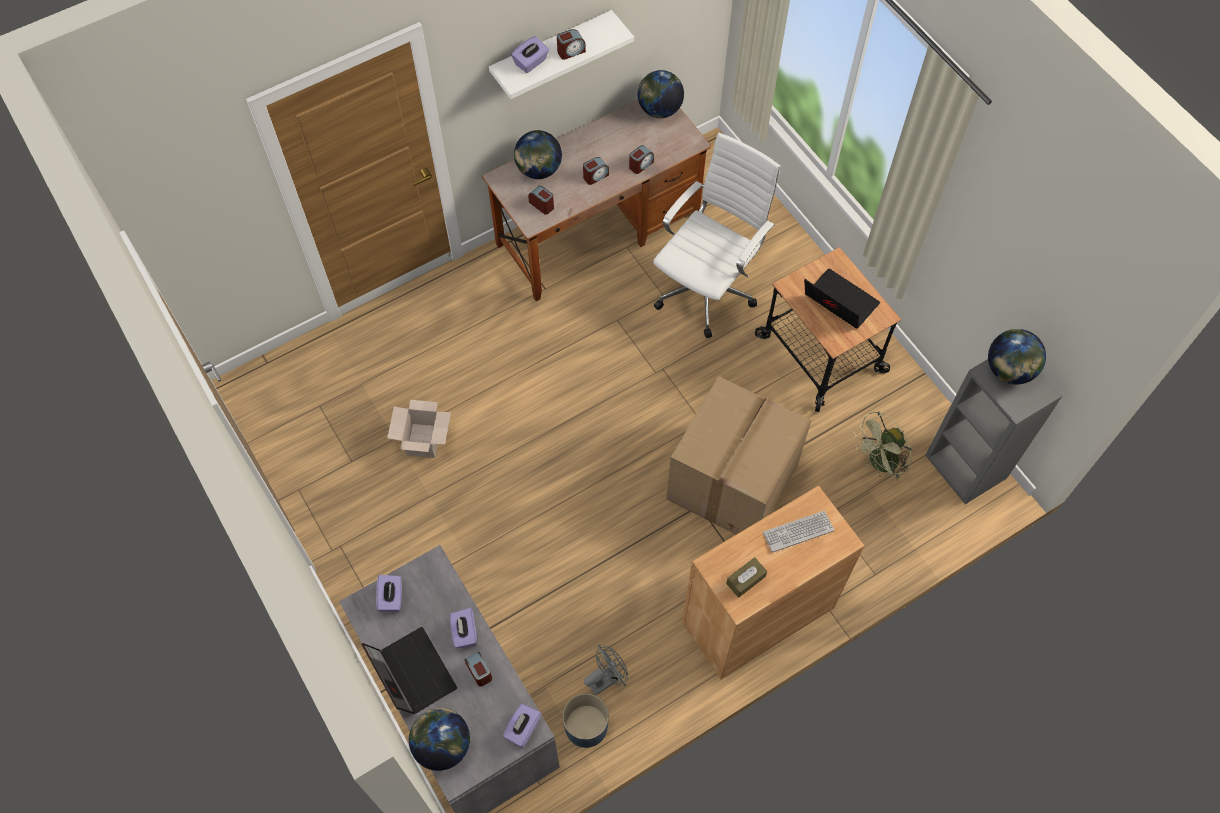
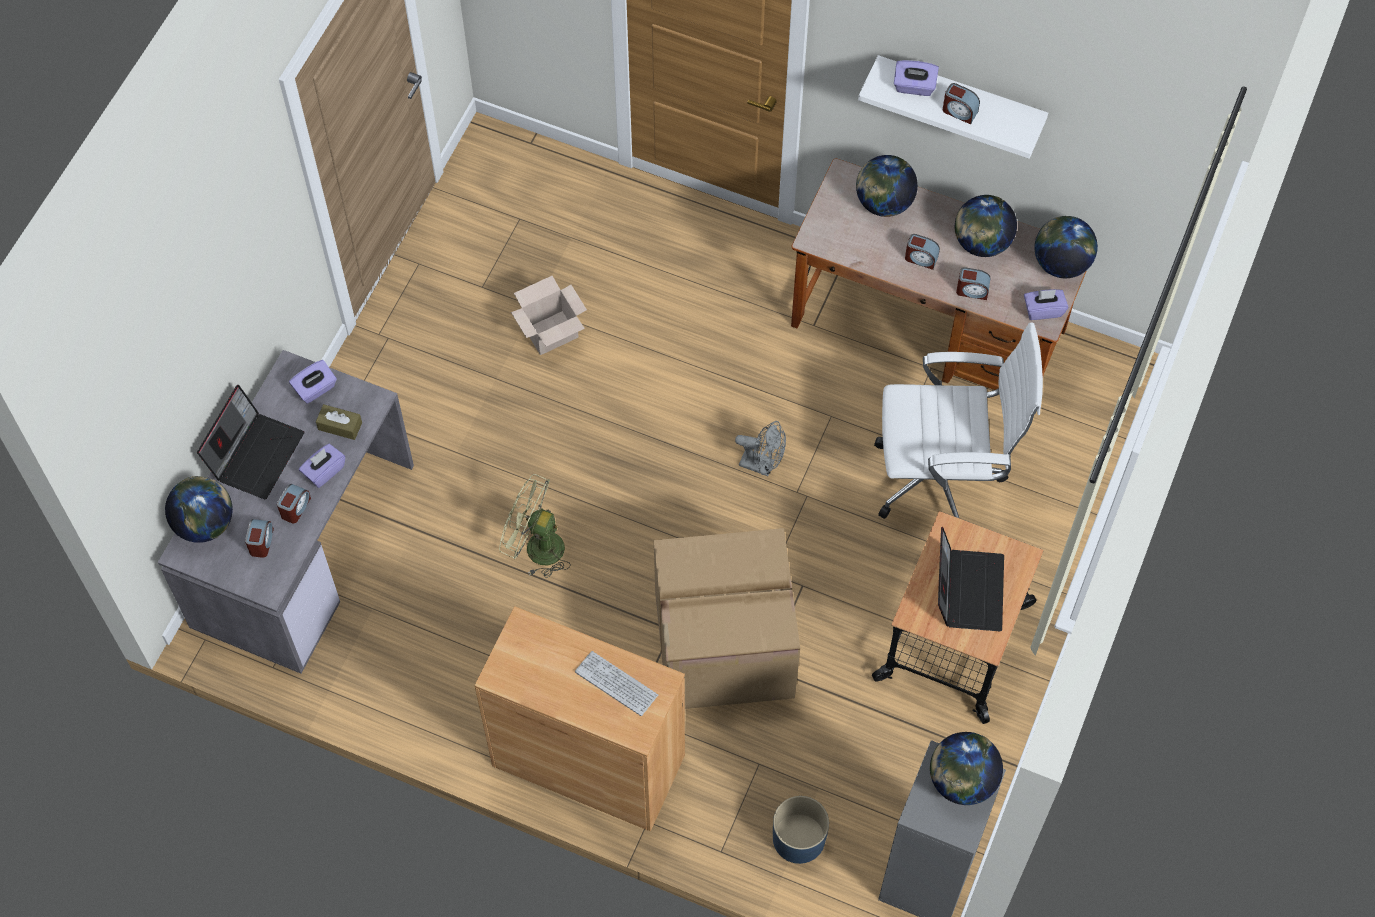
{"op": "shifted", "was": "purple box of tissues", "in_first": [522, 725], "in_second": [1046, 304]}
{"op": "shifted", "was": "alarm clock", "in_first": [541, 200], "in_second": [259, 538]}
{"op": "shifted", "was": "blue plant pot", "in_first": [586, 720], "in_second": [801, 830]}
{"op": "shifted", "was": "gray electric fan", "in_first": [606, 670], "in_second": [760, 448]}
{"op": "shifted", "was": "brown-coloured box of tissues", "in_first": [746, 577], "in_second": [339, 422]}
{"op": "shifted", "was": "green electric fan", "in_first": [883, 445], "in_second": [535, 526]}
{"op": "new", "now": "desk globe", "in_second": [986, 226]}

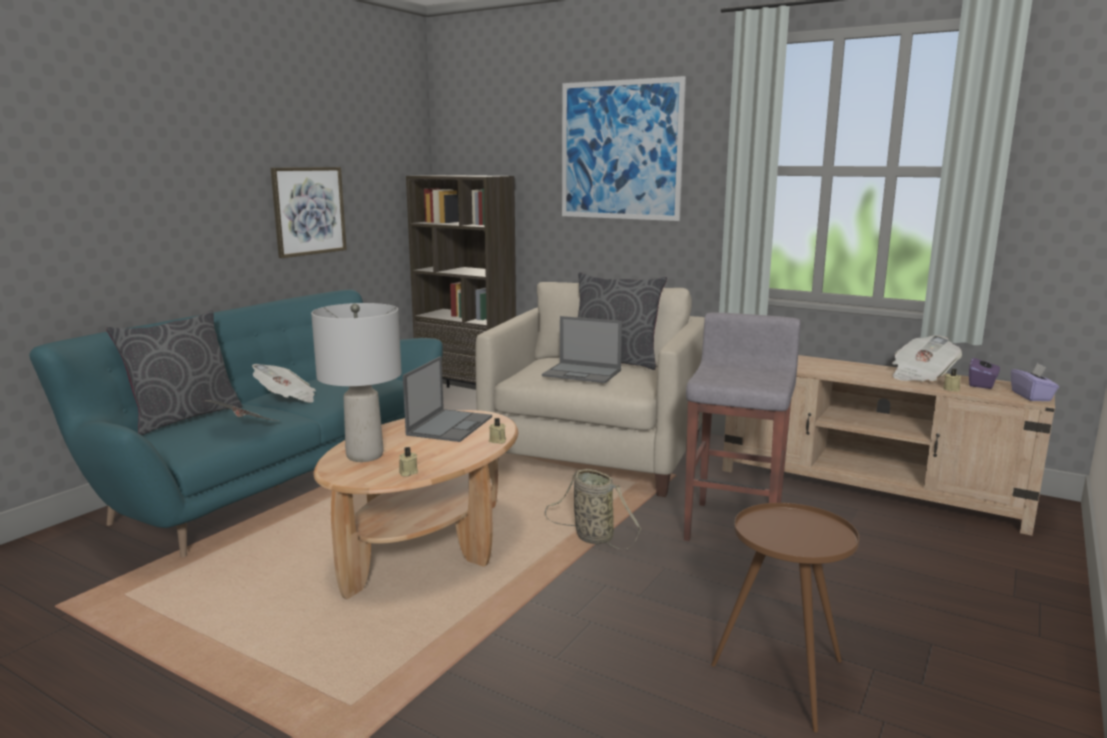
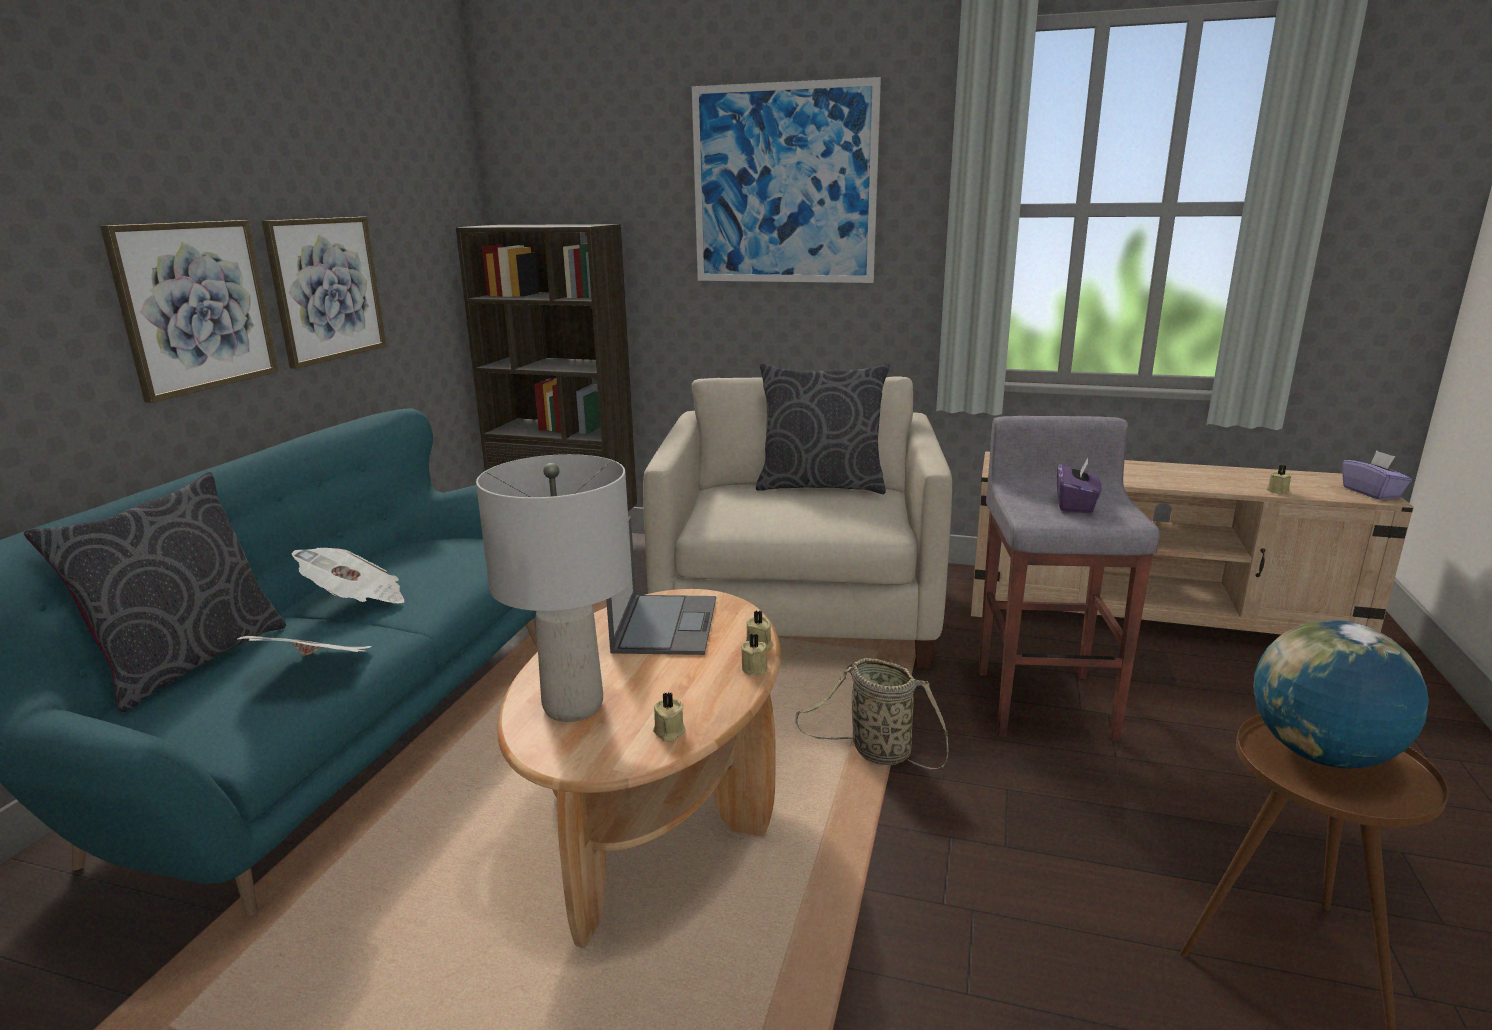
{"op": "gone", "was": "notebook computer", "in_first": [582, 349]}
{"op": "gone", "was": "daily paper", "in_first": [927, 358]}
{"op": "shifted", "was": "purple box of tissues", "in_first": [984, 371], "in_second": [1079, 485]}
{"op": "new", "now": "wall picture", "in_second": [189, 311]}
{"op": "new", "now": "beige-coloured wax light", "in_second": [753, 654]}
{"op": "new", "now": "desk globe", "in_second": [1341, 694]}

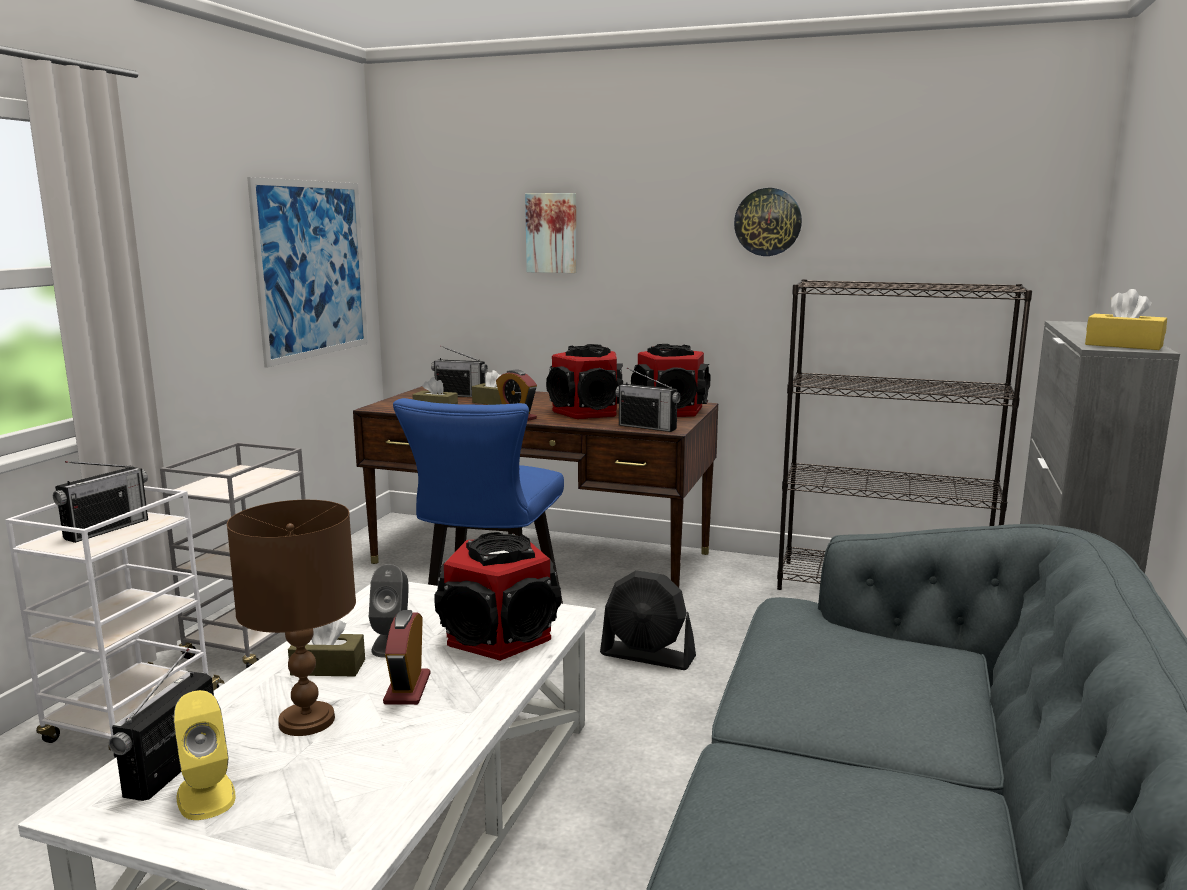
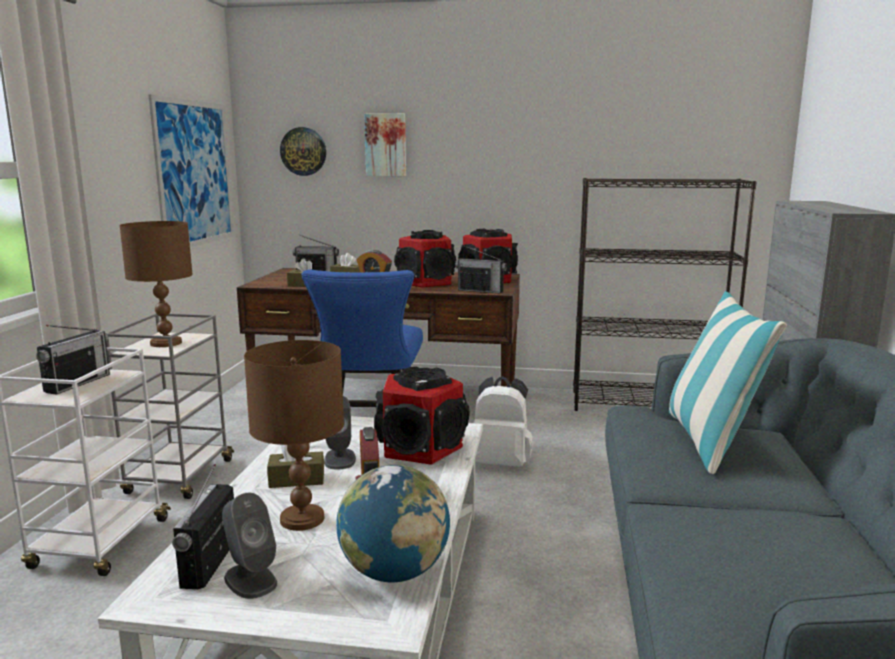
{"op": "repainted", "was": "yellow audio speaker", "now": "gray audio speaker", "in_first": [205, 755], "in_second": [249, 546]}
{"op": "swapped", "was": "black electric fan", "now": "whitish knapsack", "in_first": [648, 620], "in_second": [503, 421]}
{"op": "shifted", "was": "wall clock", "in_first": [768, 222], "in_second": [303, 151]}
{"op": "gone", "was": "yellow box of tissues", "in_first": [1126, 319]}
{"op": "new", "now": "brown-coloured table lamp", "in_second": [156, 284]}
{"op": "new", "now": "desk globe", "in_second": [393, 523]}
{"op": "new", "now": "throw pillow", "in_second": [728, 382]}

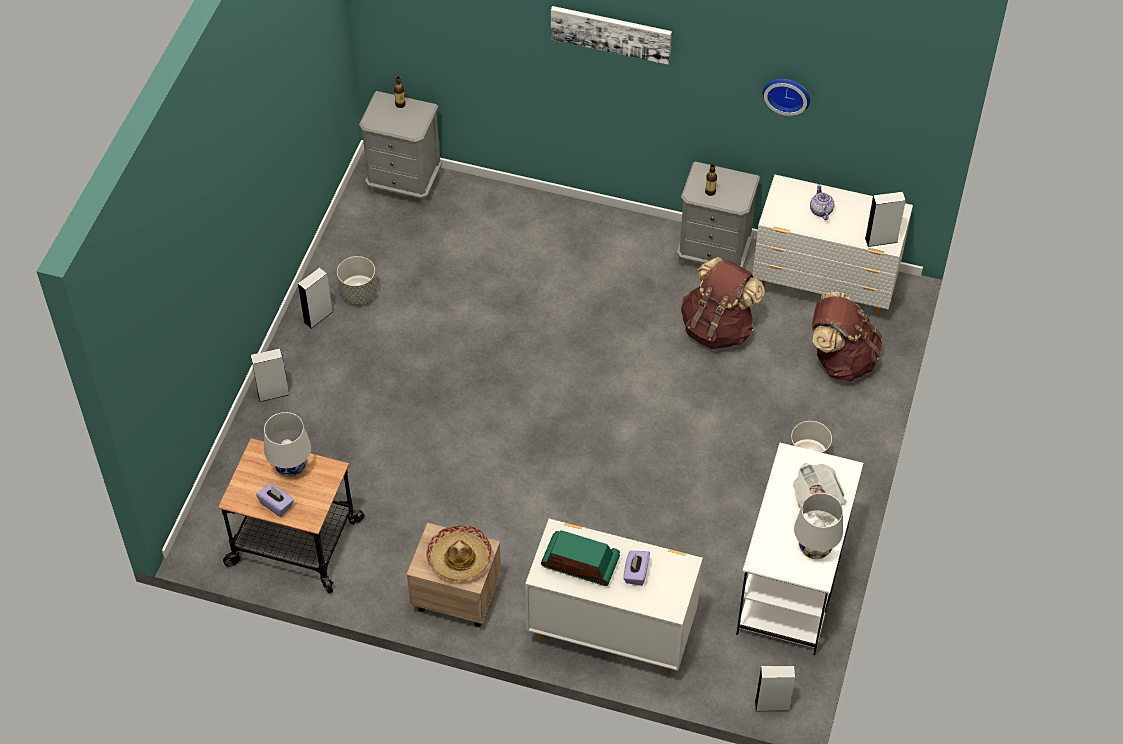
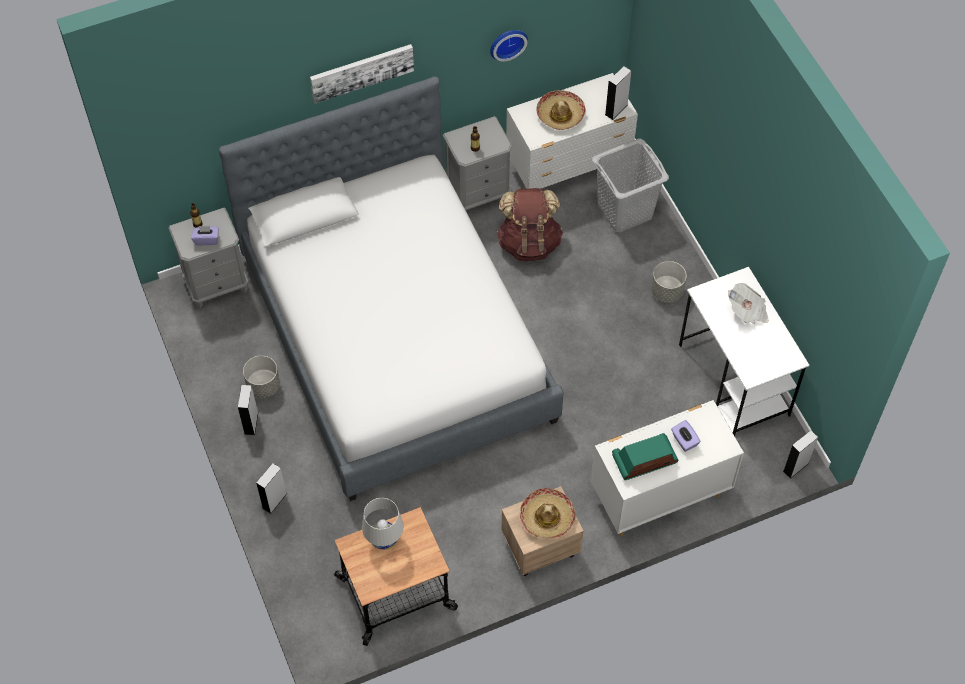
{"op": "shifted", "was": "purple box of tissues", "in_first": [275, 500], "in_second": [205, 235]}
{"op": "gone", "was": "whitish table lamp", "in_first": [818, 526]}
{"op": "swapped", "was": "teapot", "now": "hat", "in_first": [822, 202], "in_second": [561, 110]}
{"op": "swapped", "was": "brown-coloured knapsack", "now": "gray washing basket", "in_first": [847, 336], "in_second": [630, 185]}
{"op": "new", "now": "sleeping bed", "in_second": [391, 288]}

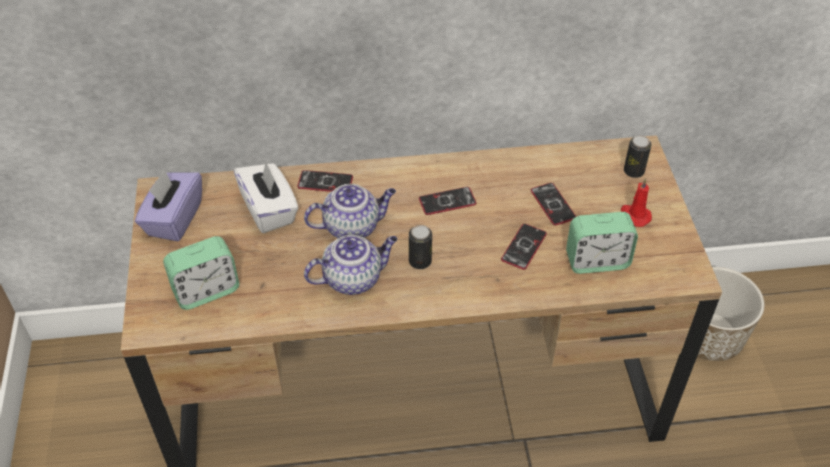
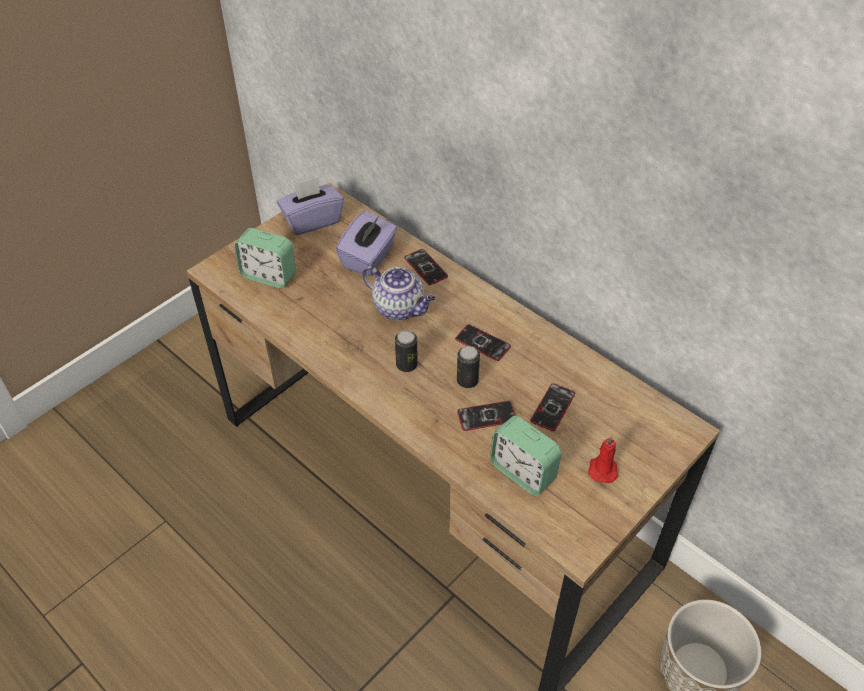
{"op": "repainted", "was": "whitish box of tissues", "now": "purple box of tissues", "in_first": [266, 197], "in_second": [366, 243]}
{"op": "gone", "was": "teapot", "in_first": [350, 264]}
{"op": "shifted", "was": "metal can", "in_first": [638, 156], "in_second": [468, 367]}

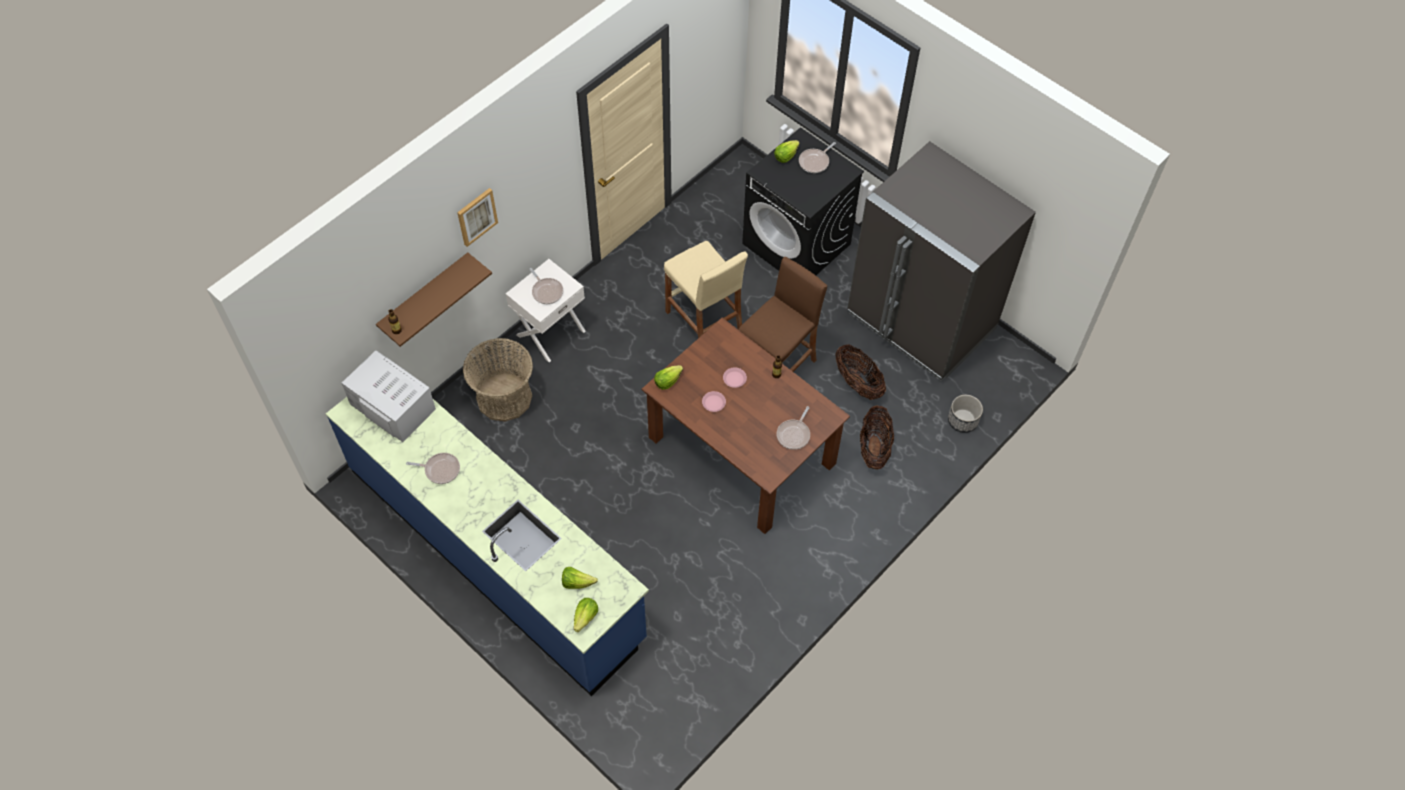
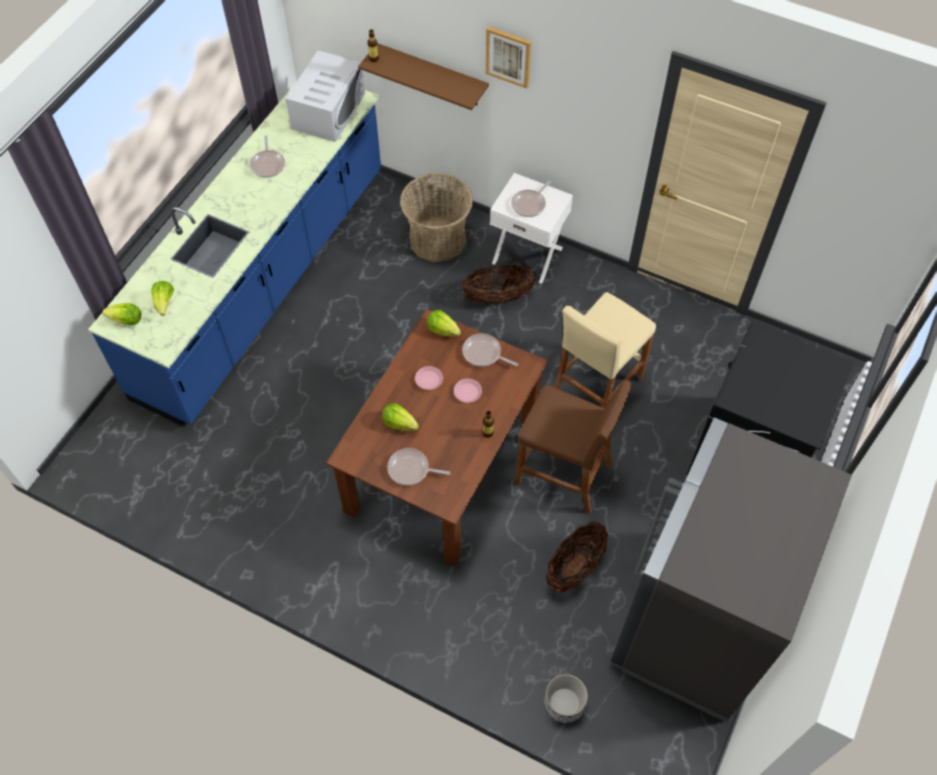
{"op": "shifted", "was": "lettuce head", "in_first": [787, 151], "in_second": [400, 417]}
{"op": "shifted", "was": "pan", "in_first": [817, 157], "in_second": [490, 350]}
{"op": "shifted", "was": "basket", "in_first": [877, 437], "in_second": [498, 284]}

